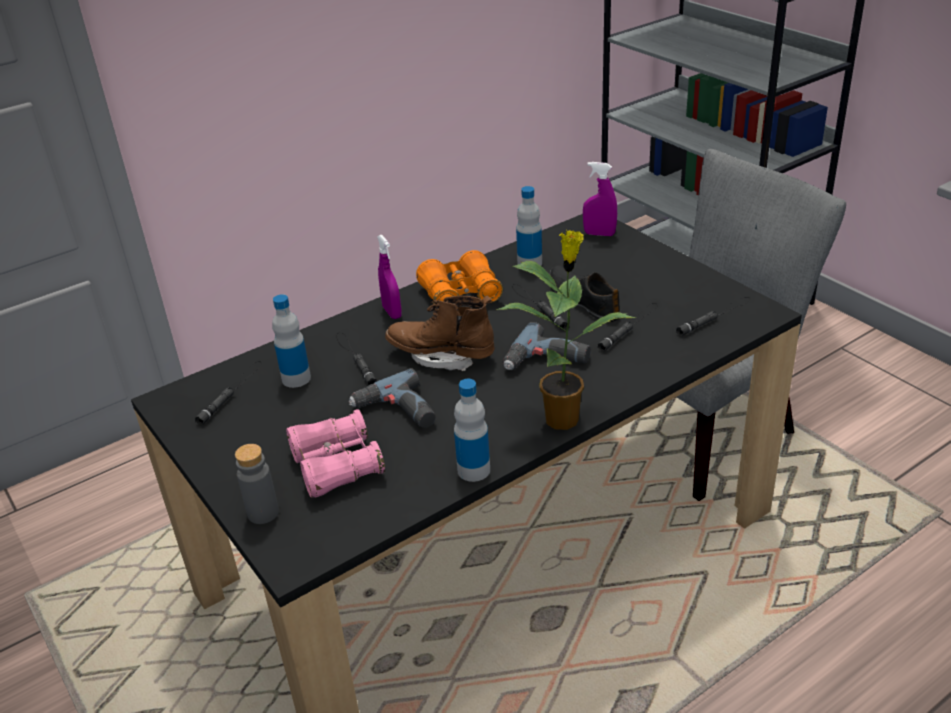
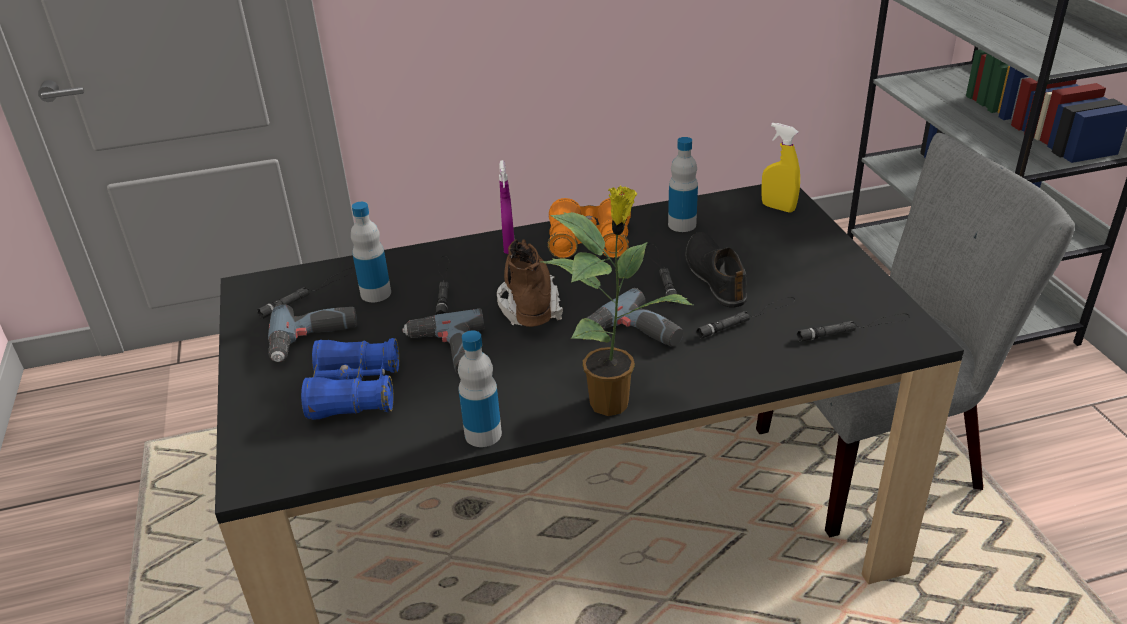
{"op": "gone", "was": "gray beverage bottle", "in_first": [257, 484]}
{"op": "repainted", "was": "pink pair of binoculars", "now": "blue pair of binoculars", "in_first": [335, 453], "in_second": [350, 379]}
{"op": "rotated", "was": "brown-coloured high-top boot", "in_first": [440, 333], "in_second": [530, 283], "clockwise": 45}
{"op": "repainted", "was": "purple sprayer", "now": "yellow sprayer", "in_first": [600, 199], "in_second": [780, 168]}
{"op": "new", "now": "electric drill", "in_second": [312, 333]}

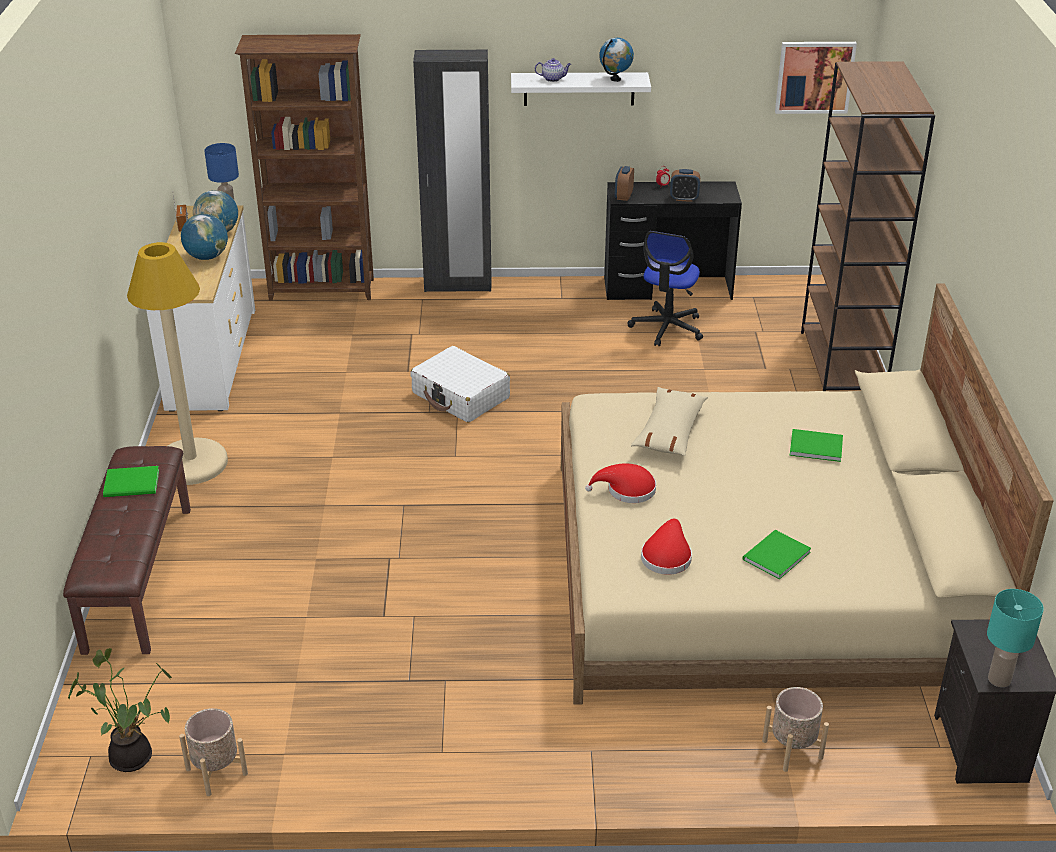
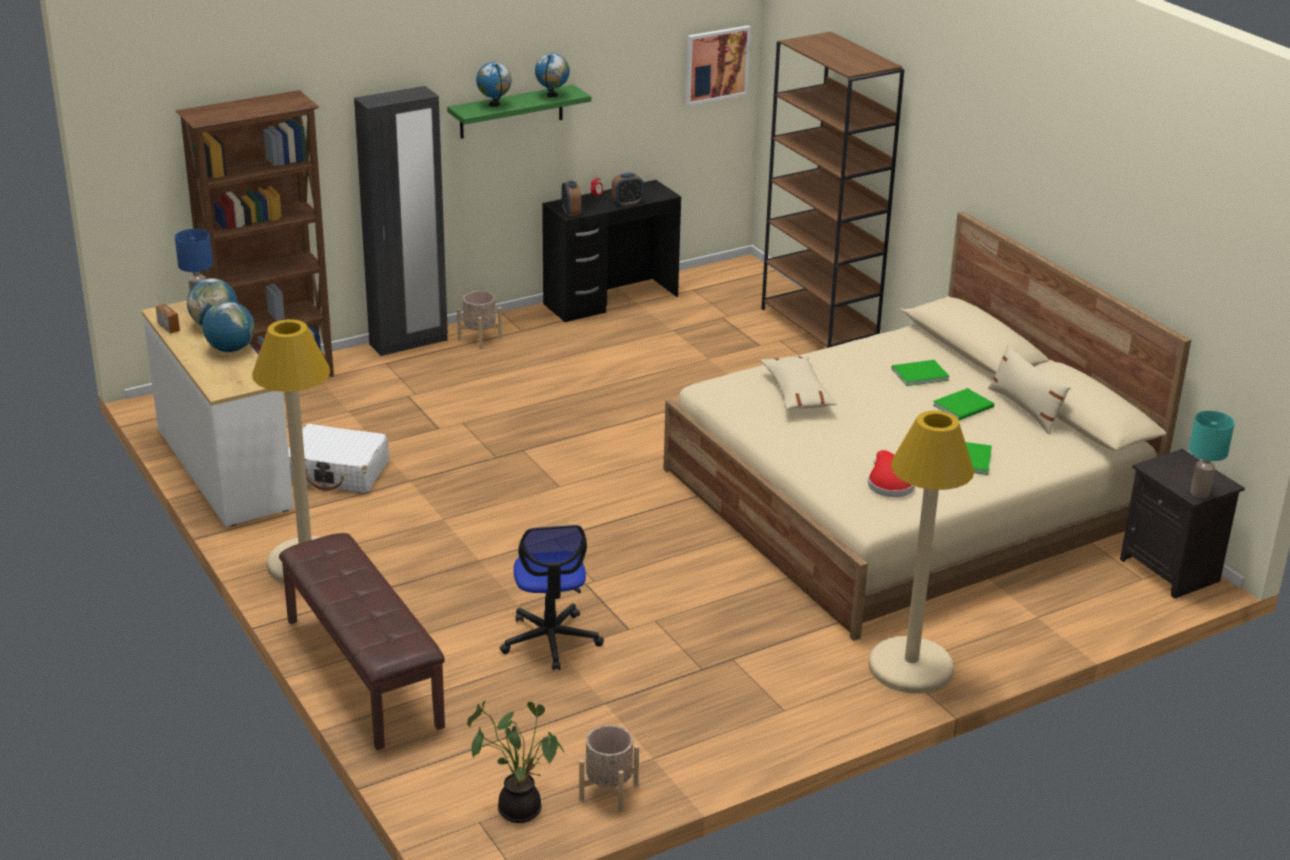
{"op": "shifted", "was": "green volume", "in_first": [131, 481], "in_second": [963, 404]}
{"op": "shifted", "was": "whitish travel case", "in_first": [460, 384], "in_second": [338, 459]}
{"op": "repainted", "was": "whitish shelf", "now": "green shelf", "in_first": [581, 89], "in_second": [519, 112]}
{"op": "swapped", "was": "teapot", "now": "desk globe", "in_first": [553, 70], "in_second": [493, 84]}
{"op": "gone", "was": "red hat", "in_first": [620, 483]}
{"op": "shifted", "was": "desk chair", "in_first": [665, 289], "in_second": [552, 598]}
{"op": "shifted", "was": "beige-coloured plant pot", "in_first": [795, 729], "in_second": [479, 320]}
{"op": "new", "now": "beige-coloured floor lamp", "in_second": [921, 552]}
{"op": "new", "now": "beige-coloured throw pillow", "in_second": [1029, 389]}

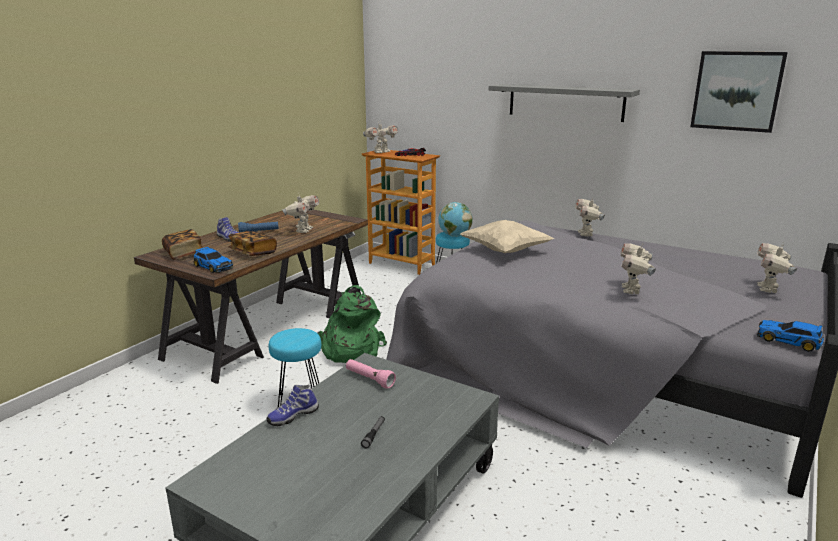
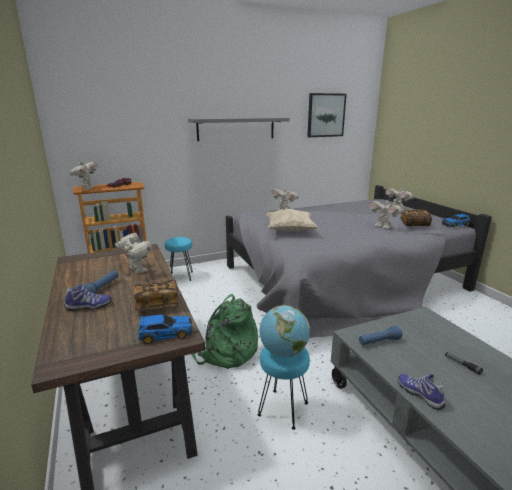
{"op": "shifted", "was": "volume", "in_first": [182, 244], "in_second": [416, 218]}
{"op": "rotated", "was": "shoe", "in_first": [293, 405], "in_second": [421, 392], "clockwise": 150}
{"op": "repainted", "was": "pink hand torch", "now": "blue hand torch", "in_first": [371, 374], "in_second": [380, 335]}
{"op": "shifted", "was": "desk globe", "in_first": [455, 219], "in_second": [284, 331]}

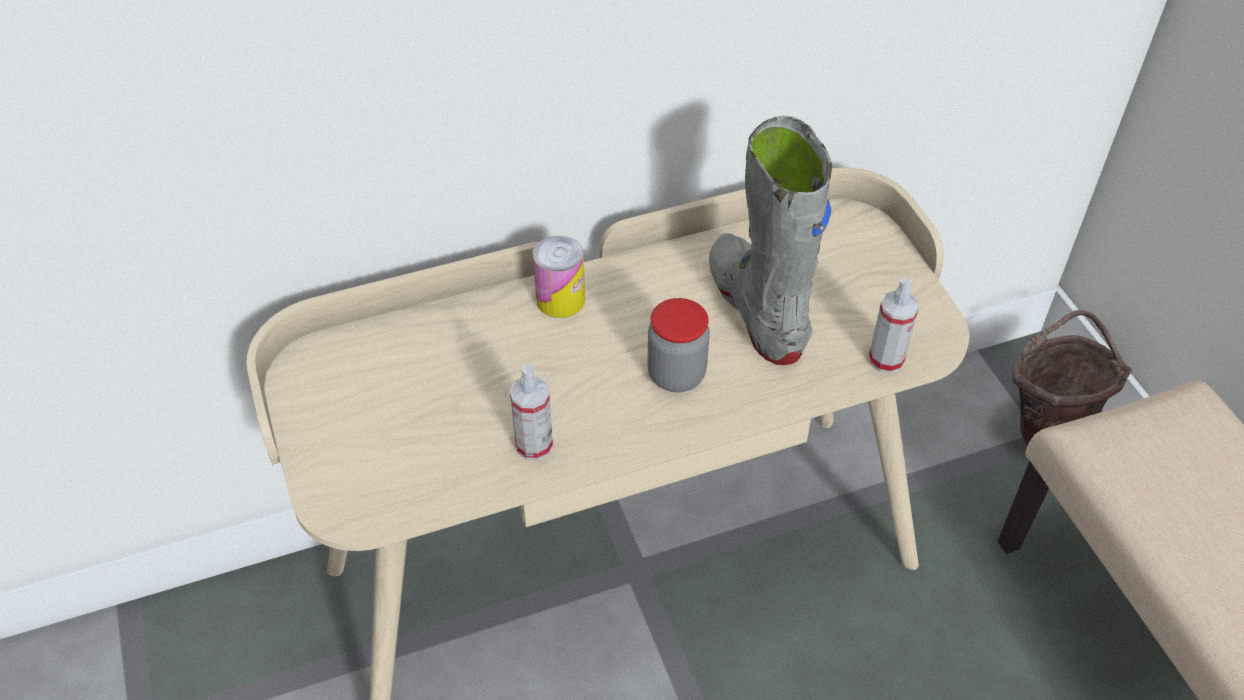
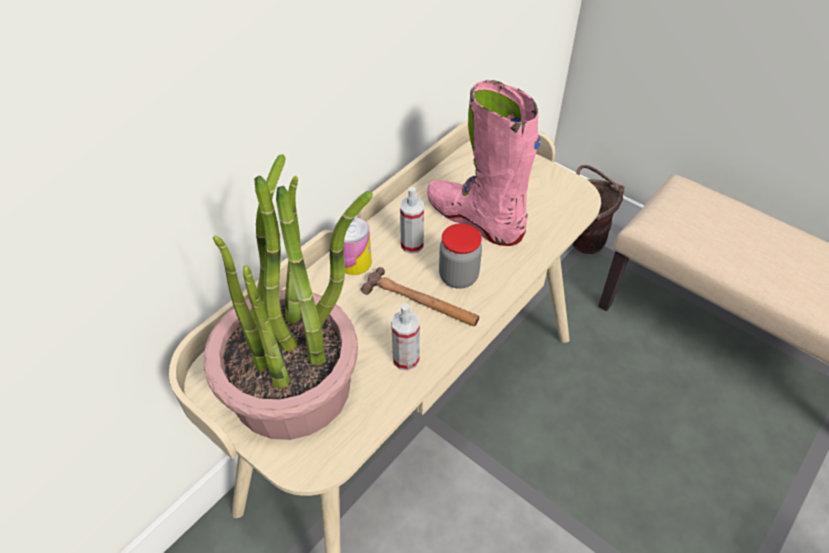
{"op": "repainted", "was": "gray high-top boot", "now": "pink high-top boot", "in_first": [770, 240], "in_second": [484, 163]}
{"op": "shifted", "was": "sprayer", "in_first": [894, 325], "in_second": [412, 220]}
{"op": "new", "now": "houseplant", "in_second": [288, 297]}
{"op": "new", "now": "hand hammer", "in_second": [420, 297]}

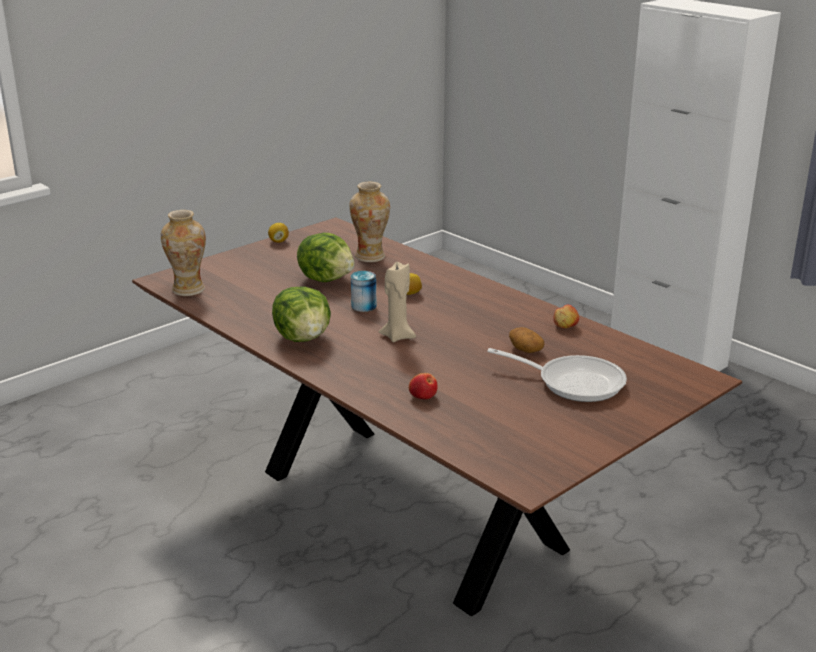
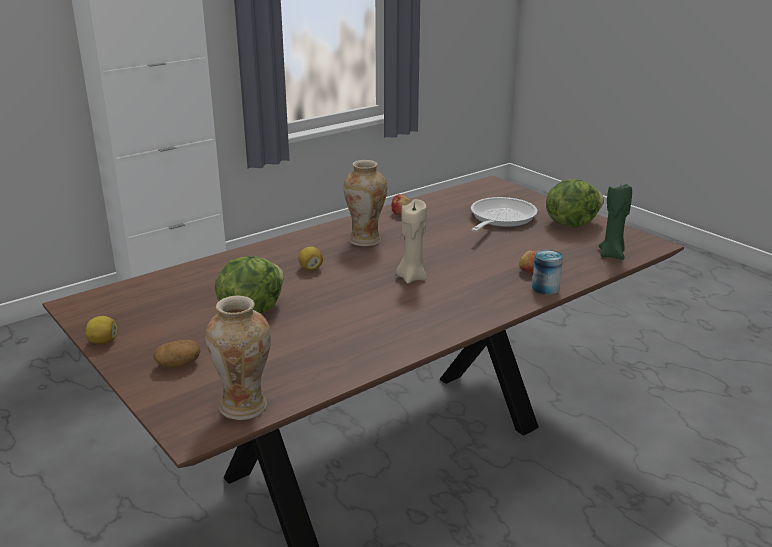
{"op": "shifted", "was": "lettuce head", "in_first": [301, 314], "in_second": [575, 203]}
{"op": "shifted", "was": "vase", "in_first": [369, 222], "in_second": [365, 203]}
{"op": "shifted", "was": "metal can", "in_first": [364, 291], "in_second": [547, 272]}
{"op": "shifted", "was": "spud", "in_first": [527, 340], "in_second": [177, 353]}
{"op": "new", "now": "green wax light", "in_second": [615, 222]}

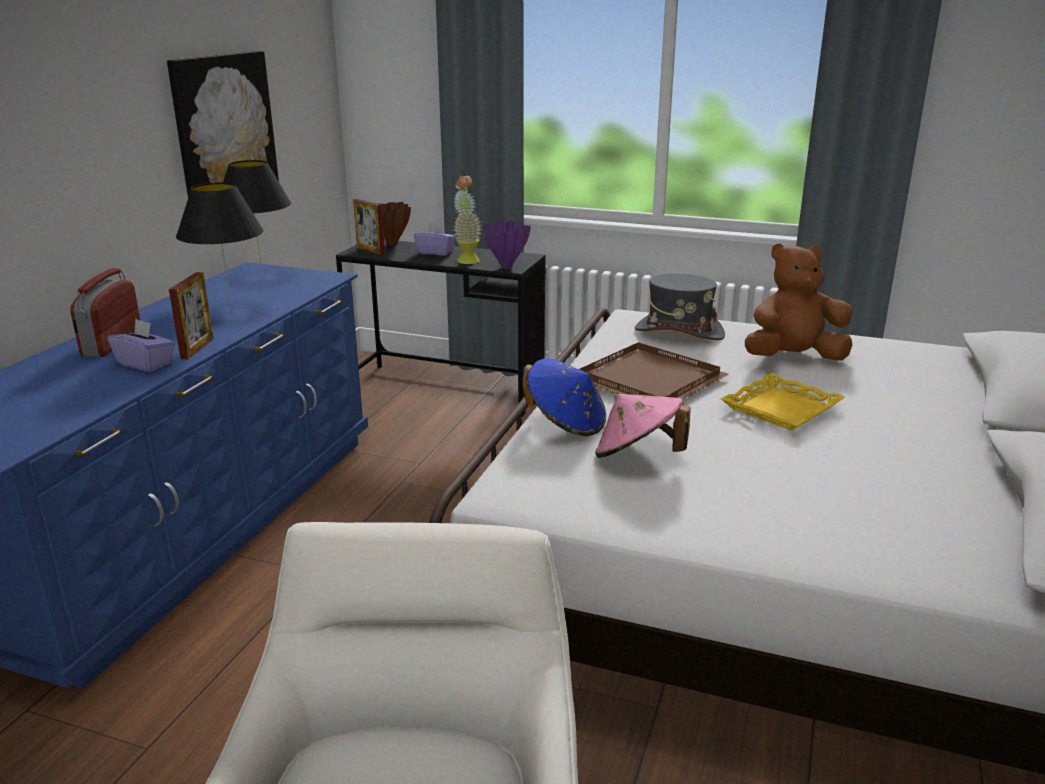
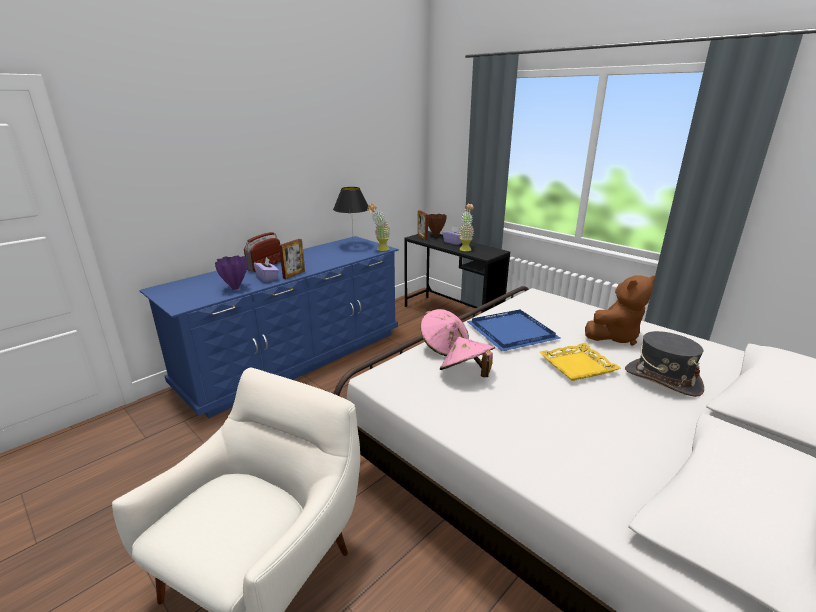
{"op": "gone", "was": "wall picture", "in_first": [223, 124]}
{"op": "gone", "was": "black table lamp", "in_first": [219, 249]}
{"op": "shifted", "was": "purple vase", "in_first": [507, 245], "in_second": [231, 273]}
{"op": "repainted", "was": "blue hat", "now": "pink hat", "in_first": [564, 397], "in_second": [445, 332]}
{"op": "repainted", "was": "brown-coloured tray", "now": "blue tray", "in_first": [654, 371], "in_second": [514, 330]}
{"op": "shifted", "was": "gray hat", "in_first": [679, 307], "in_second": [664, 364]}
{"op": "rotated", "was": "brown-coloured soft toy", "in_first": [799, 302], "in_second": [620, 310], "clockwise": 135}
{"op": "new", "now": "houseplant", "in_second": [378, 227]}

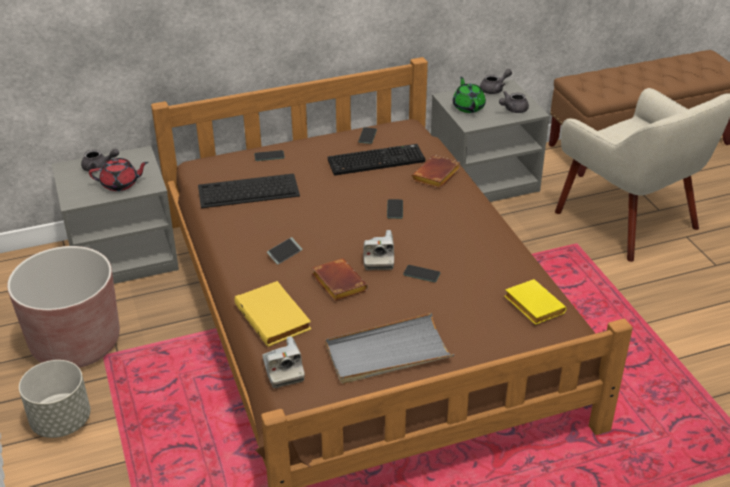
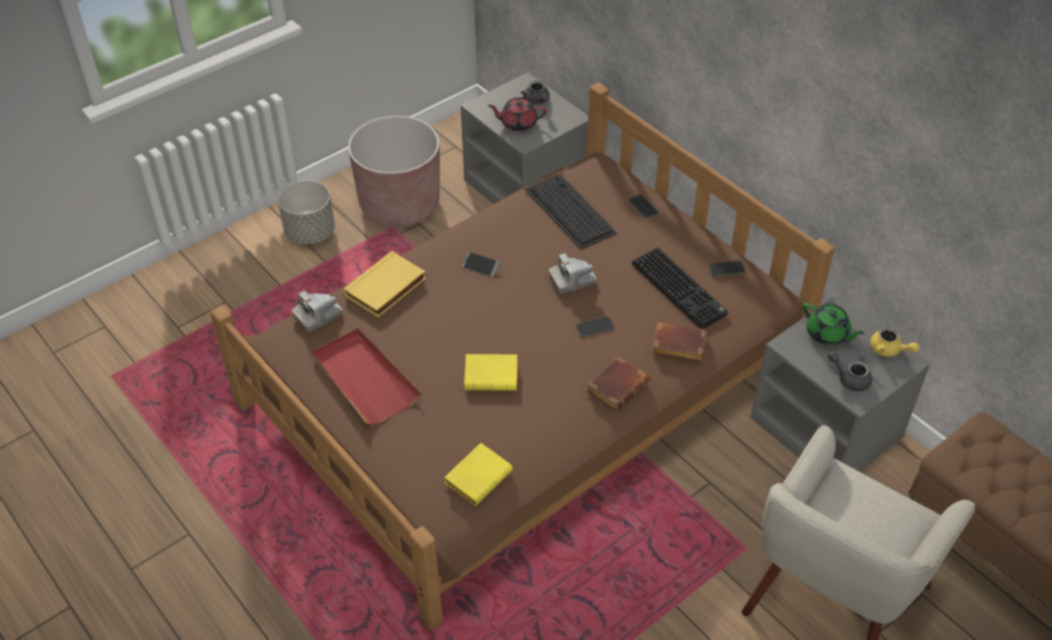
{"op": "rotated", "was": "red teapot", "in_first": [119, 174], "in_second": [517, 115], "clockwise": 120}
{"op": "shifted", "was": "brown-coloured volume", "in_first": [340, 279], "in_second": [618, 383]}
{"op": "repainted", "was": "gray tray", "now": "red tray", "in_first": [389, 348], "in_second": [366, 376]}
{"op": "shifted", "was": "still camera", "in_first": [378, 250], "in_second": [573, 273]}
{"op": "swapped", "was": "handset", "now": "yellow volume", "in_first": [421, 273], "in_second": [490, 372]}
{"op": "rotated", "was": "green teapot", "in_first": [469, 94], "in_second": [833, 324], "clockwise": 75}
{"op": "repainted", "was": "gray teapot", "now": "yellow teapot", "in_first": [496, 81], "in_second": [894, 342]}

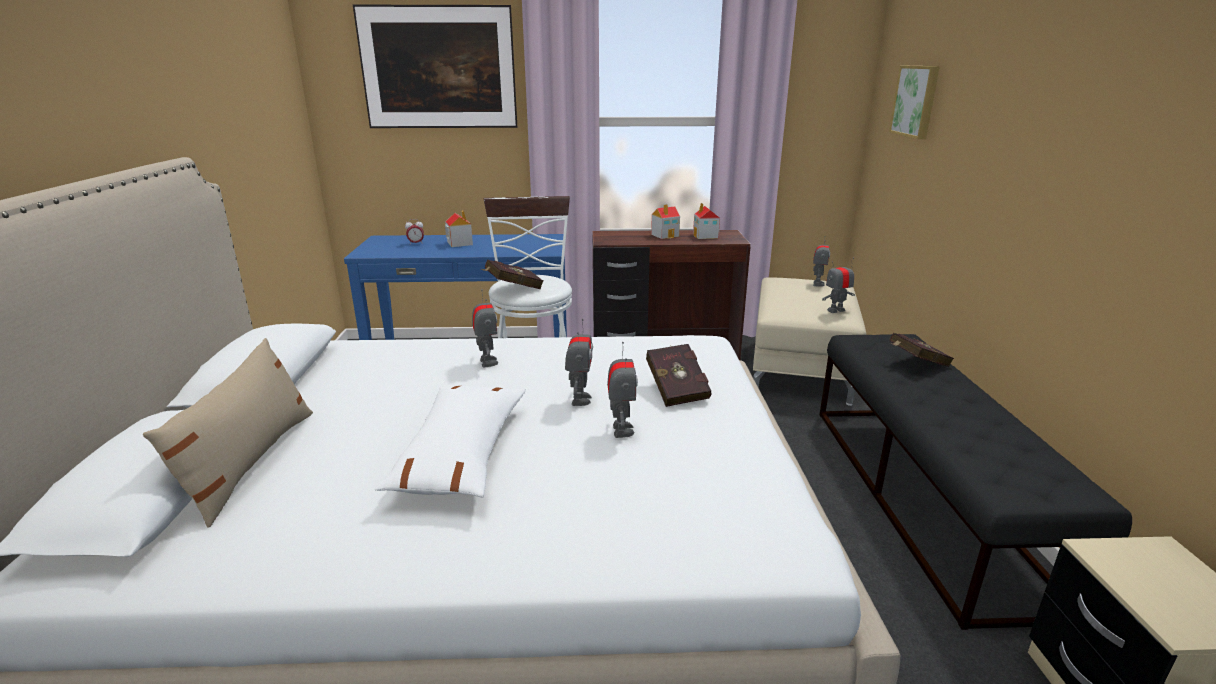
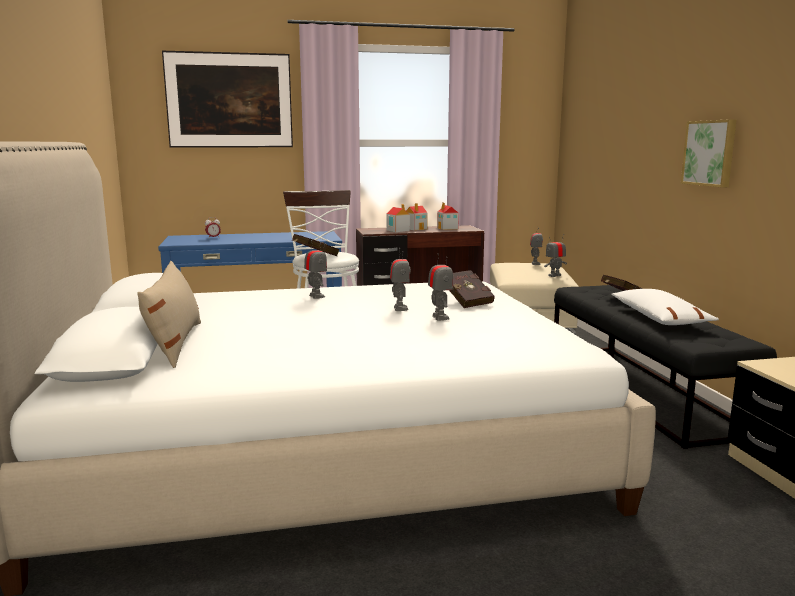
{"op": "shifted", "was": "whitish throw pillow", "in_first": [450, 442], "in_second": [665, 307]}
{"op": "shifted", "was": "model house", "in_first": [459, 228], "in_second": [398, 218]}
{"op": "shifted", "was": "wall picture", "in_first": [914, 102], "in_second": [709, 153]}

